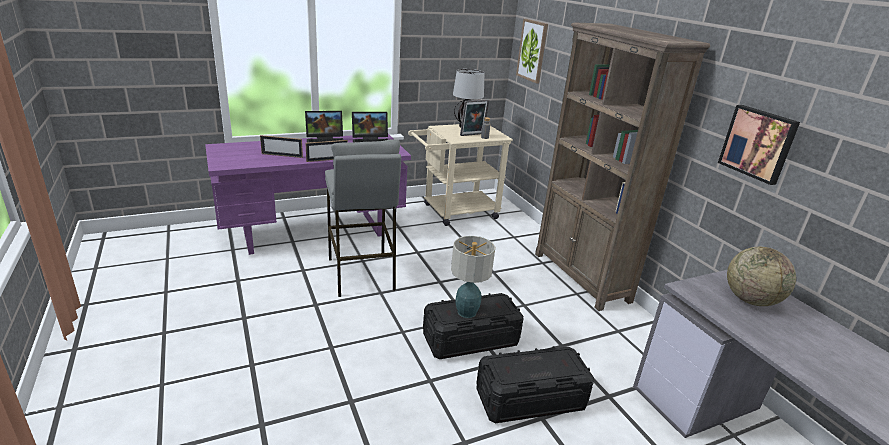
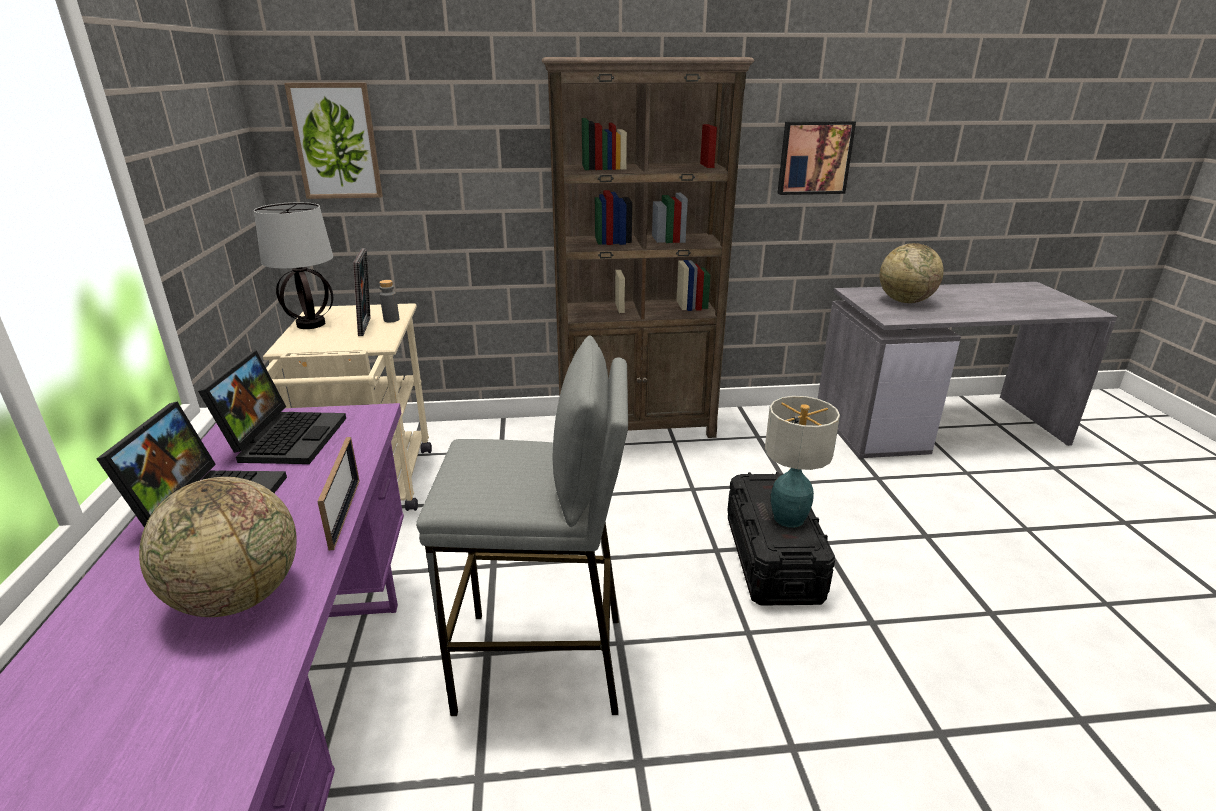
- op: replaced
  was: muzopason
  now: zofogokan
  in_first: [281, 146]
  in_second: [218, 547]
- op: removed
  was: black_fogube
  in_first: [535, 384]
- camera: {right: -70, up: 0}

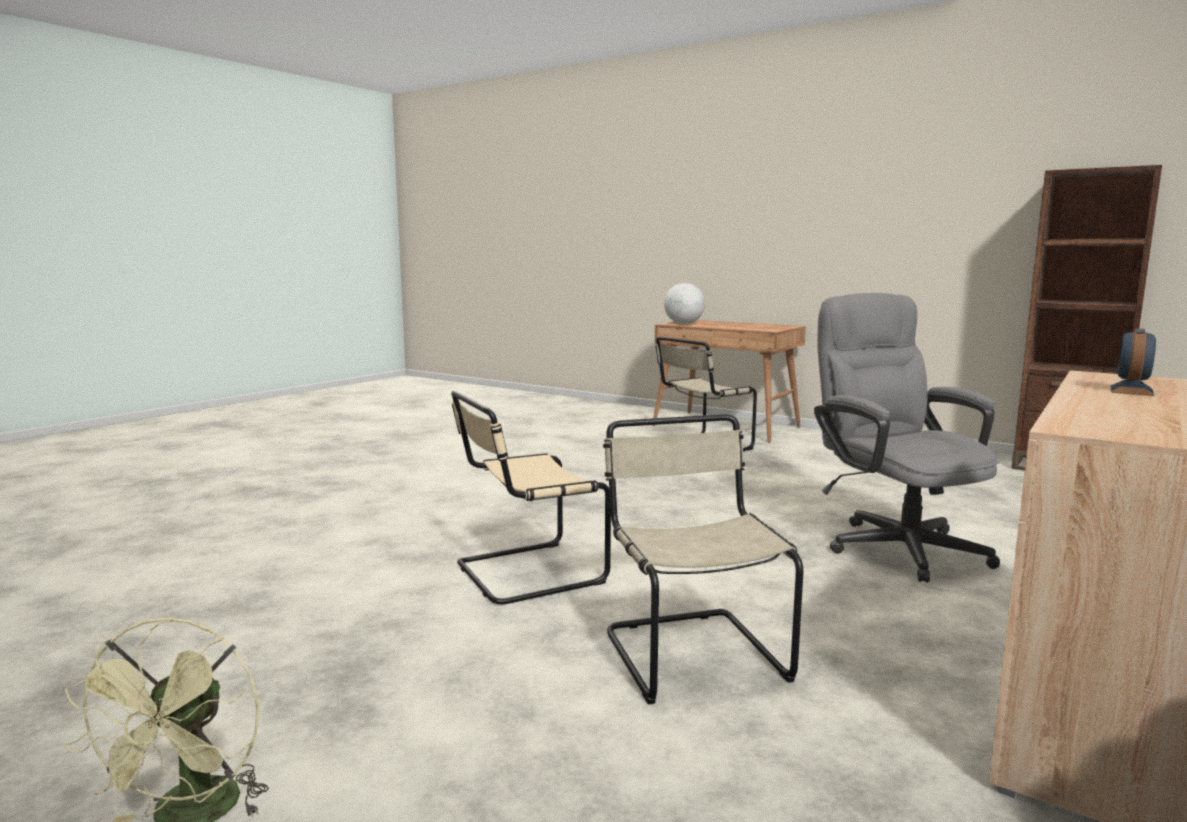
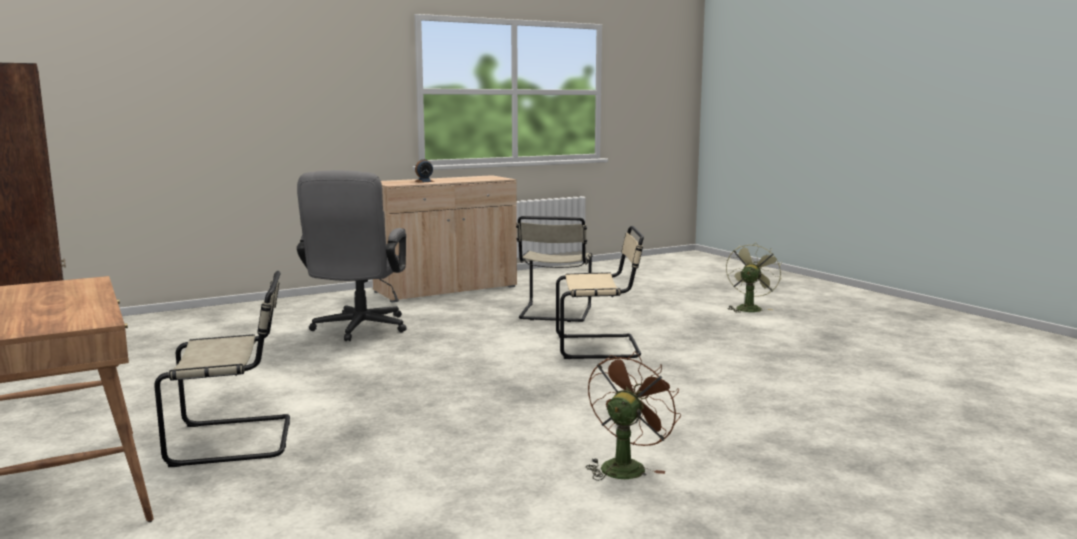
- op: removed
  was: zofogokan
  in_first: [684, 303]
- op: added
  now: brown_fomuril
  in_second: [633, 416]
- camera: {right: -155, up: 0}

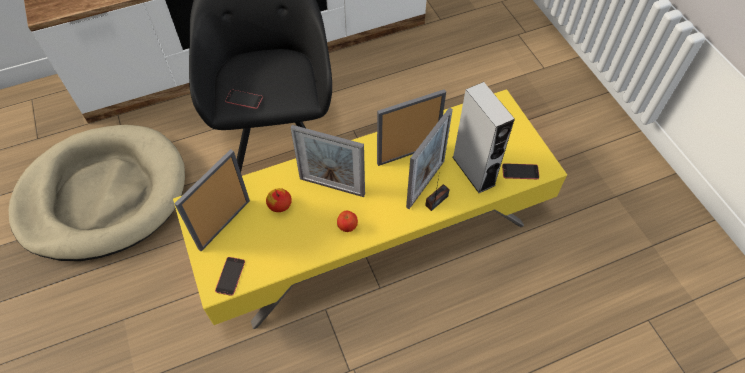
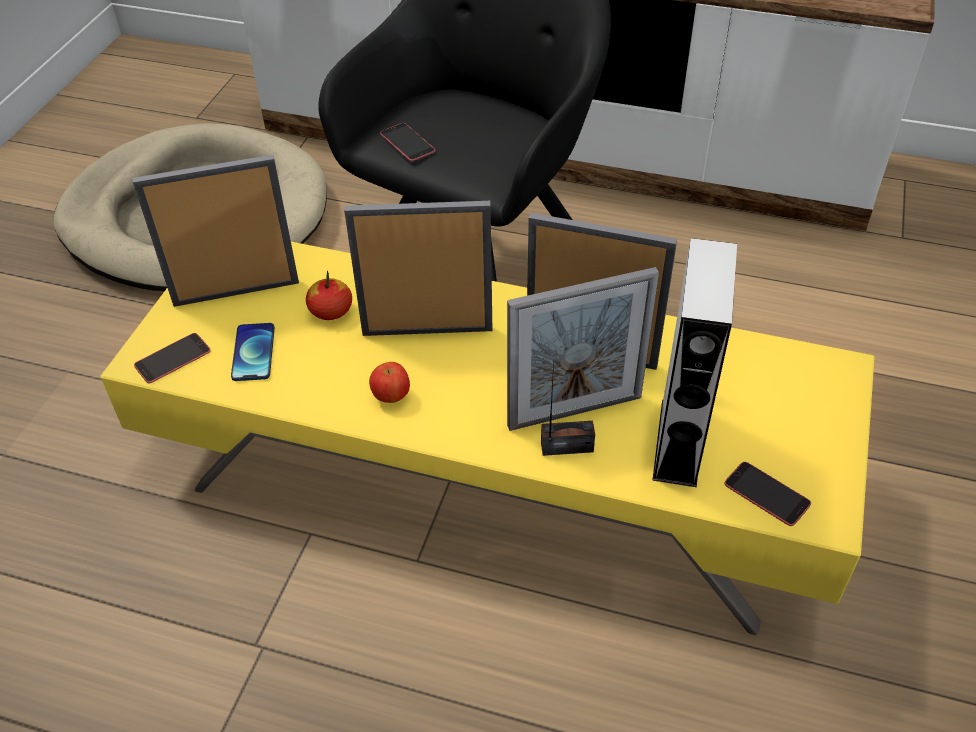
- op: turned
  was: muzopason
  in_first: [328, 161]
  in_second: [418, 268]
  clockwise: 120
- op: added
  now: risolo
  in_second: [253, 352]
- camera: {right: 40, up: -10}

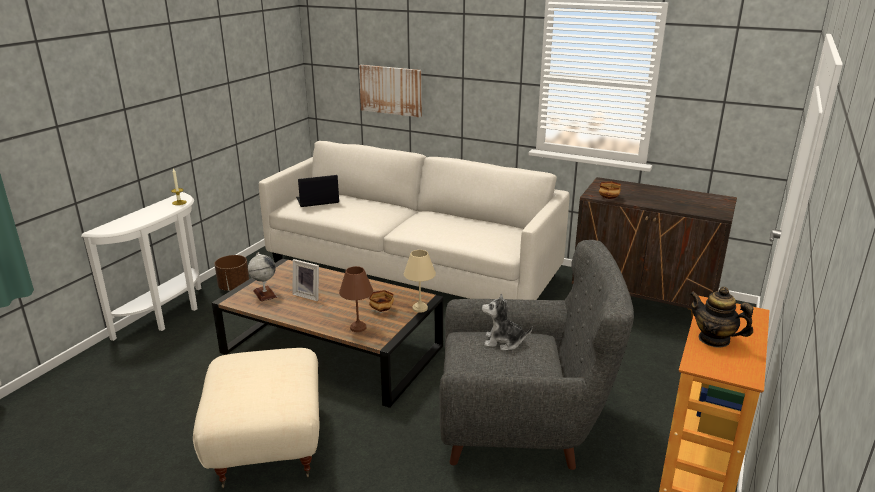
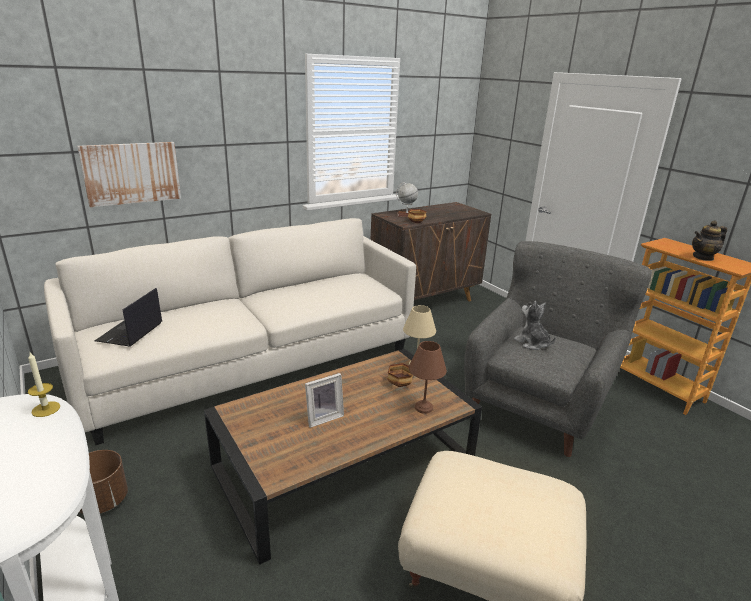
- op: moved
  was: zofogokan
  in_first: [262, 276]
  in_second: [407, 199]
- op: turned
  was: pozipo
  in_first: [507, 322]
  in_second: [535, 325]
  clockwise: 105
- camera: {right: -60, up: 0}

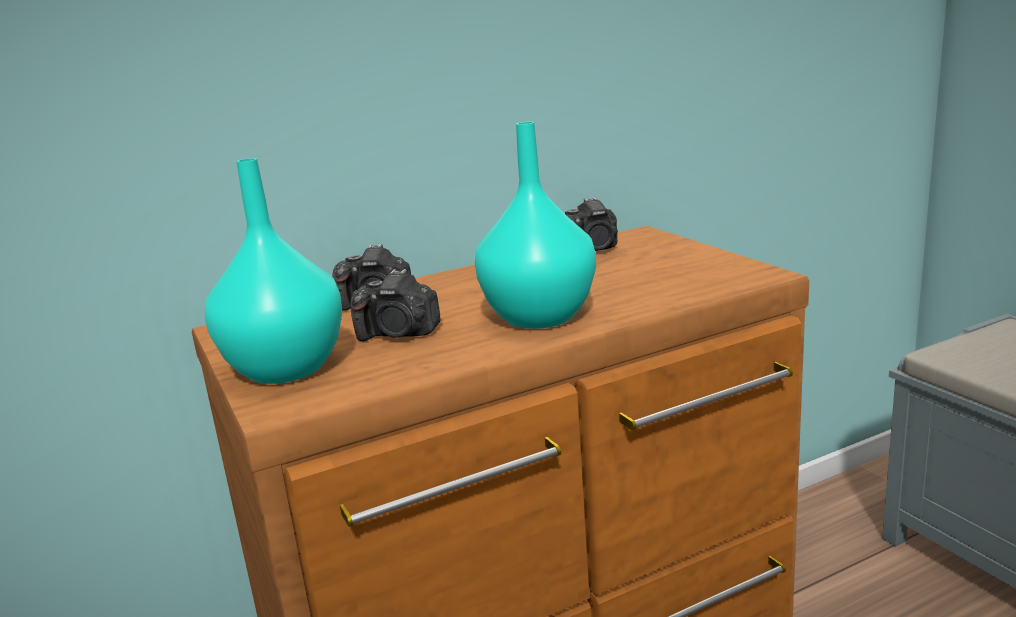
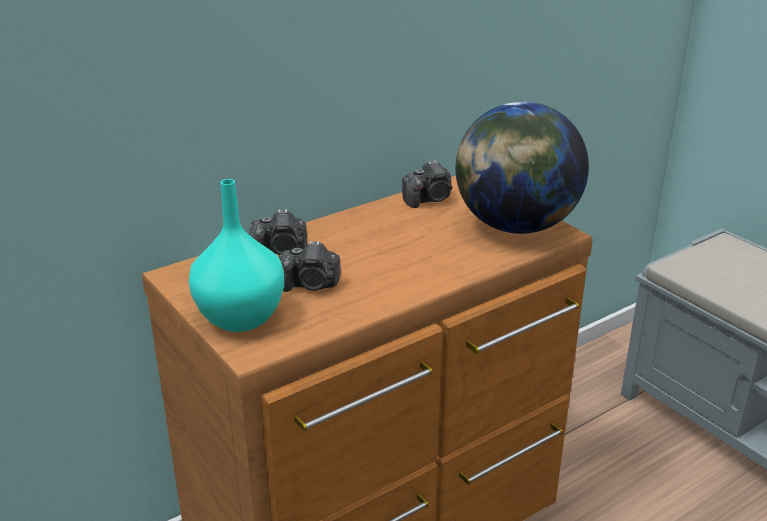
- op: removed
  was: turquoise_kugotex
  in_first: [535, 225]
- op: added
  now: zofogokan
  in_second: [522, 168]
- camera: {right: -10, up: 10}

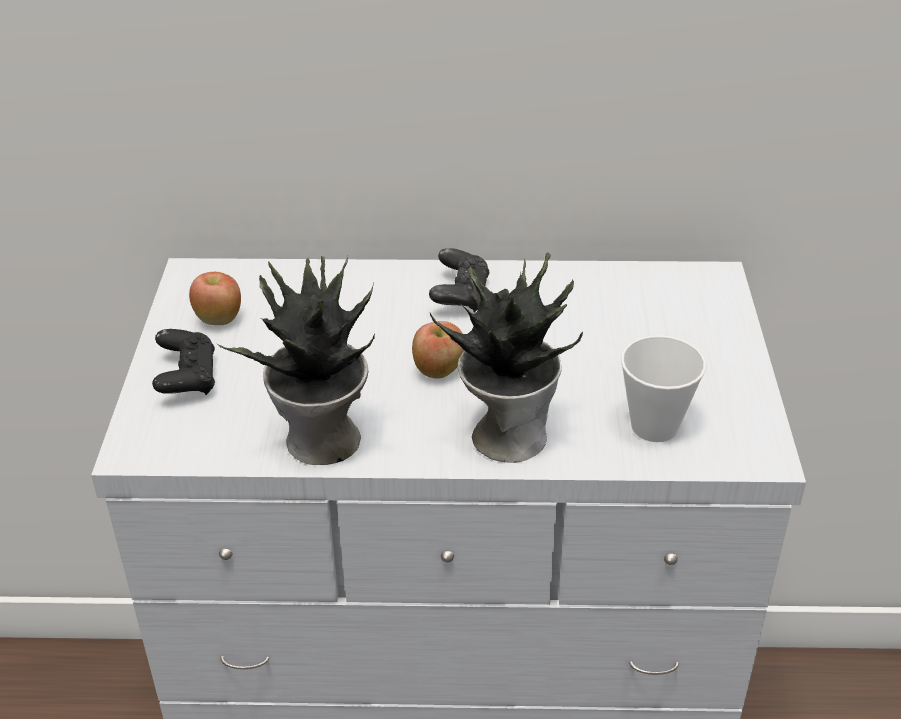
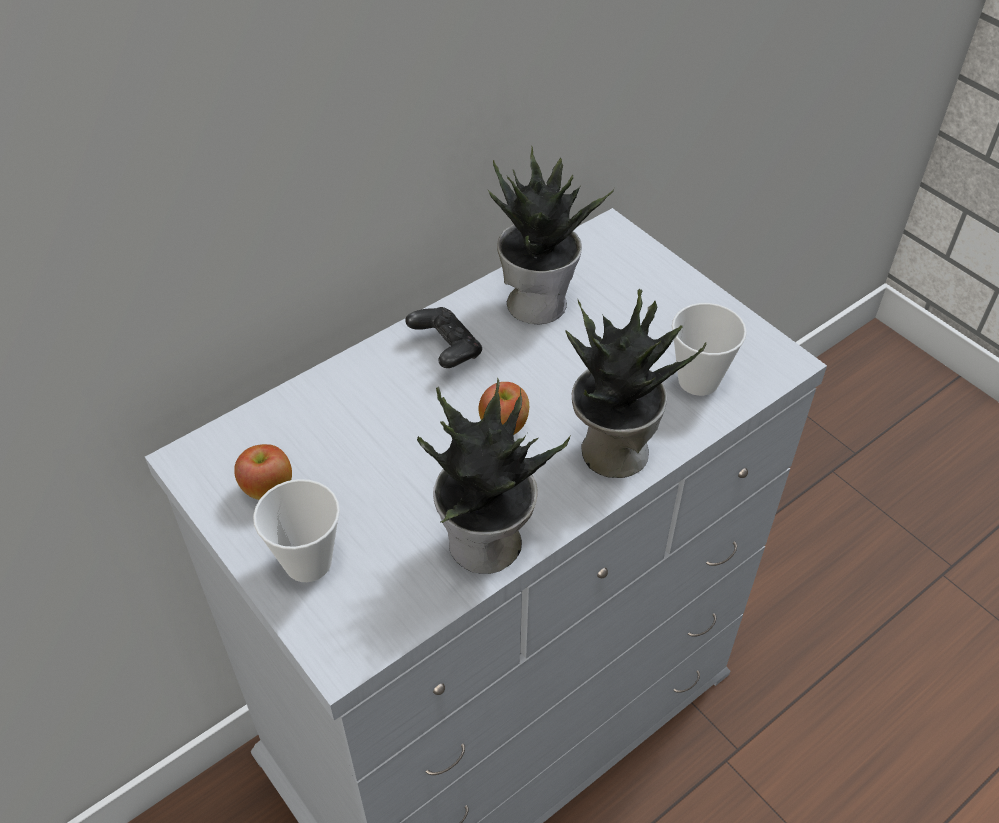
- op: replaced
  was: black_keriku
  now: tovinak
  in_first: [183, 362]
  in_second: [296, 530]
- op: added
  now: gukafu
  in_second: [551, 234]
- camera: {right: -40, up: 10}

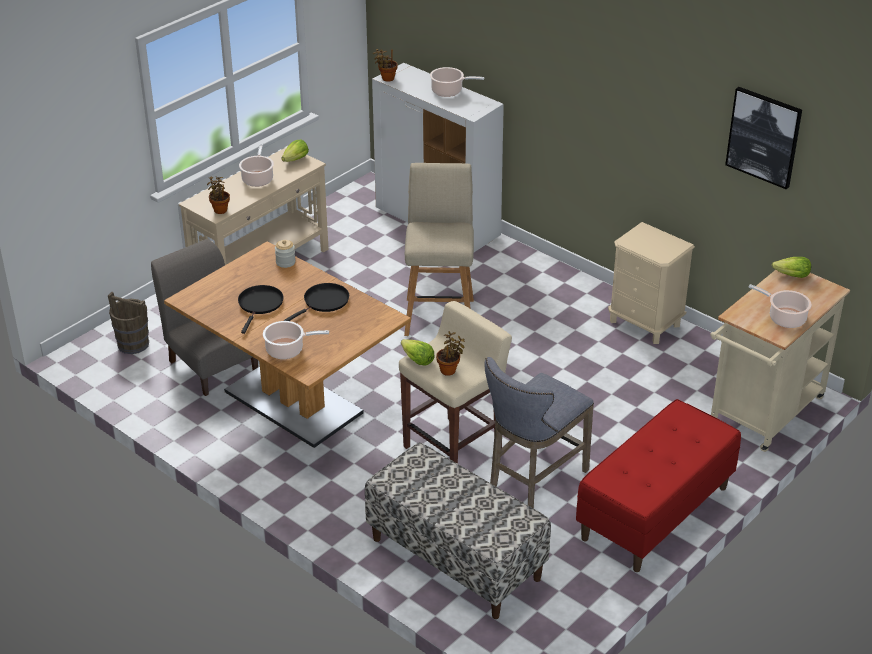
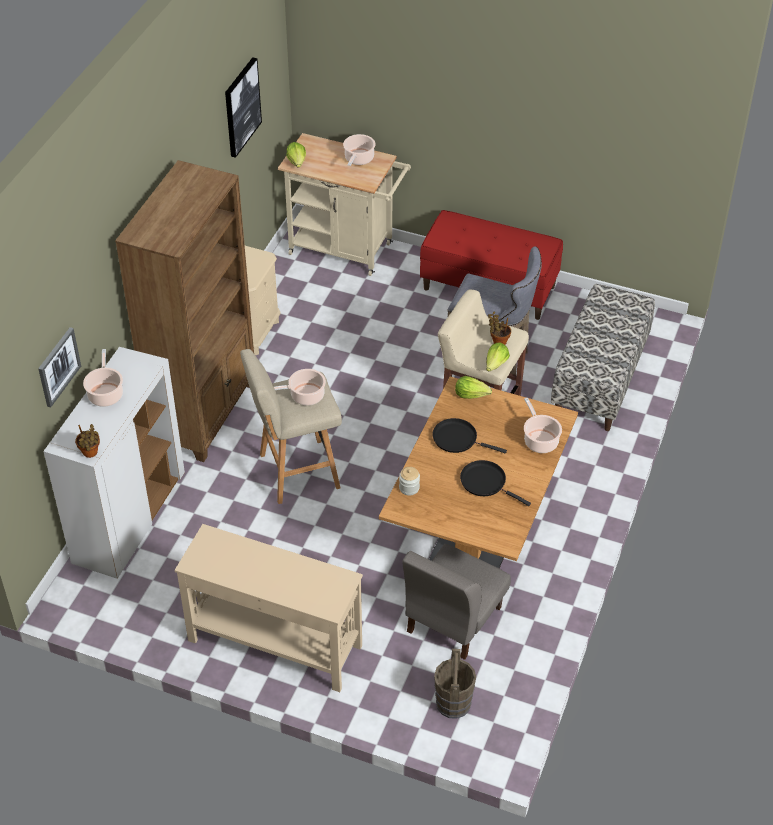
- op: removed
  was: gukafu
  in_first: [218, 195]
- op: turned
  was: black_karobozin
  in_first: [261, 309]
  in_second: [495, 483]
  clockwise: 45
- op: moved
  was: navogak
  in_first: [256, 165]
  in_second: [300, 387]
- op: moved
  was: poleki
  in_first: [295, 150]
  in_second: [473, 387]
- op: added
  now: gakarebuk
  in_second: [59, 367]
- op: added
  now: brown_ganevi
  in_second: [184, 311]
- camera: {right: -110, up: 10}

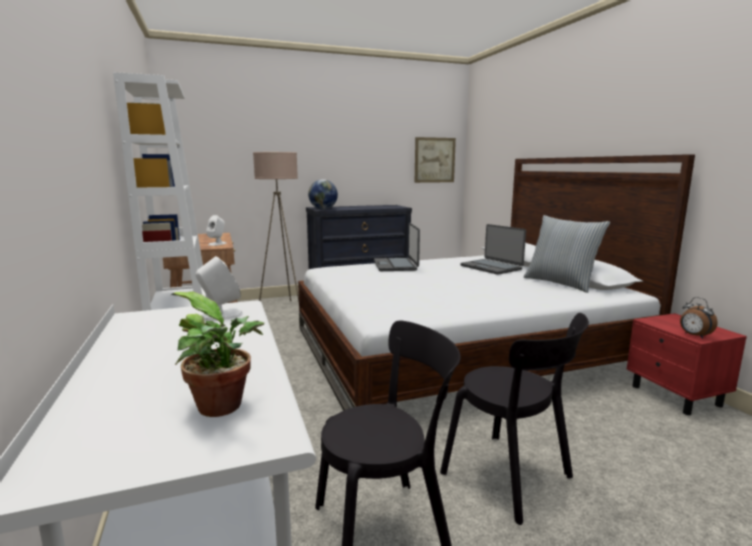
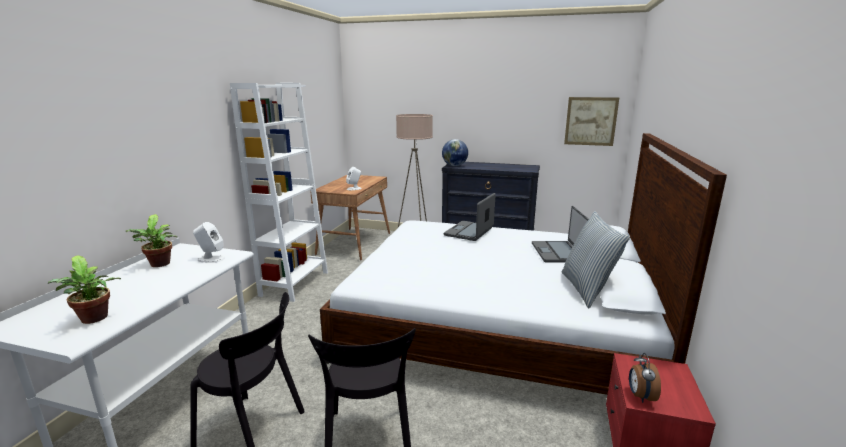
- op: added
  now: gukafu
  in_second: [151, 240]
- camera: {right: 35, up: 5}

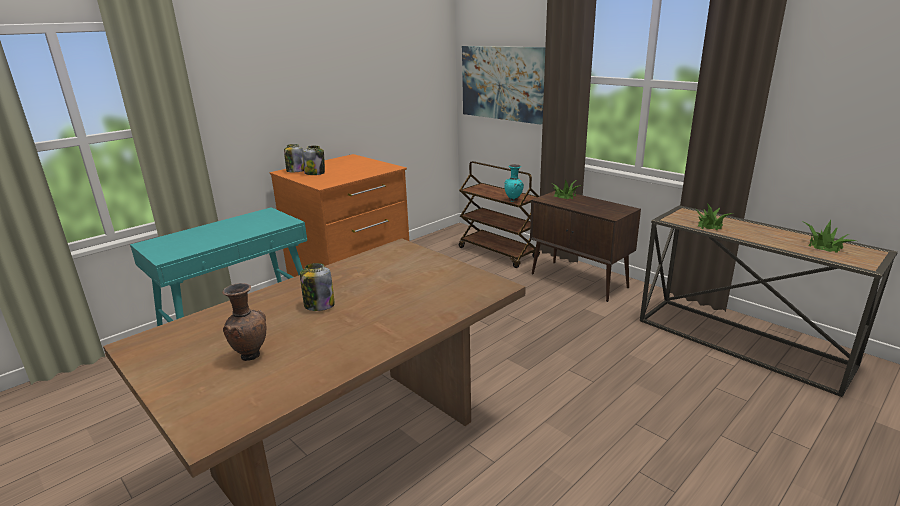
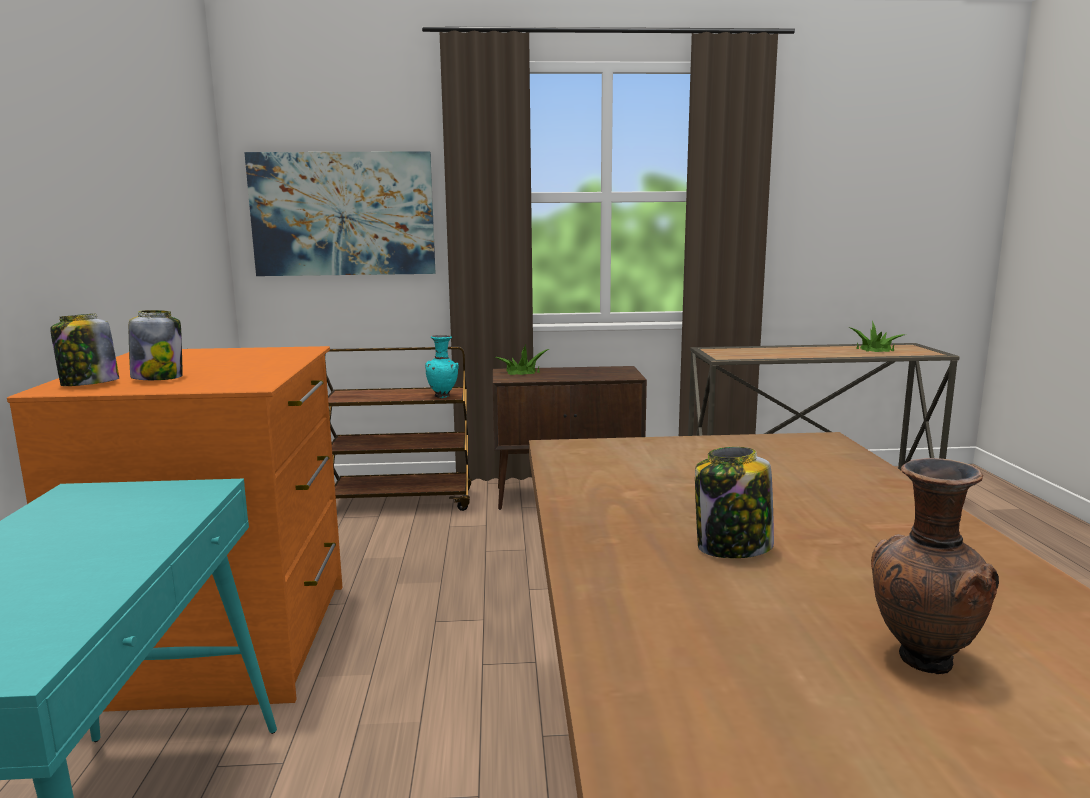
- op: removed
  was: gukafu
  in_first: [715, 216]
- camera: {right: -50, up: -10}

